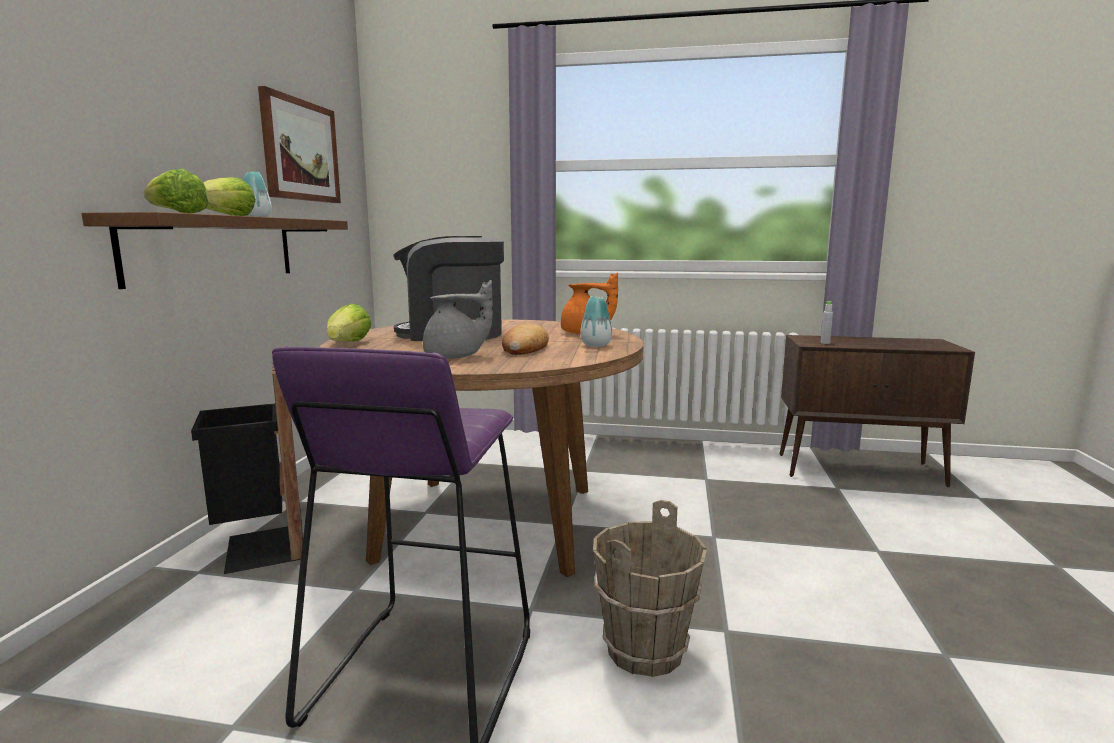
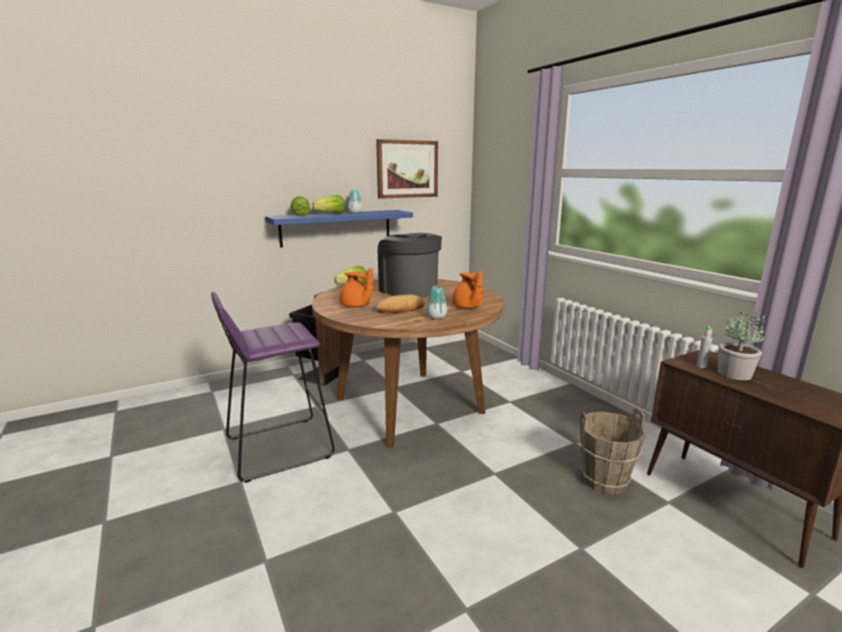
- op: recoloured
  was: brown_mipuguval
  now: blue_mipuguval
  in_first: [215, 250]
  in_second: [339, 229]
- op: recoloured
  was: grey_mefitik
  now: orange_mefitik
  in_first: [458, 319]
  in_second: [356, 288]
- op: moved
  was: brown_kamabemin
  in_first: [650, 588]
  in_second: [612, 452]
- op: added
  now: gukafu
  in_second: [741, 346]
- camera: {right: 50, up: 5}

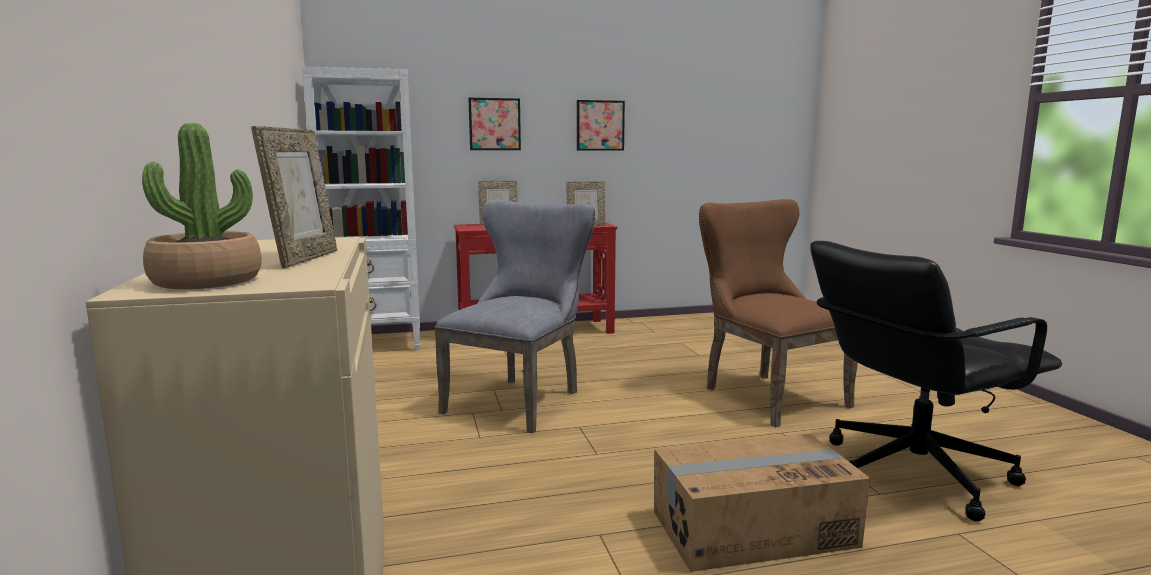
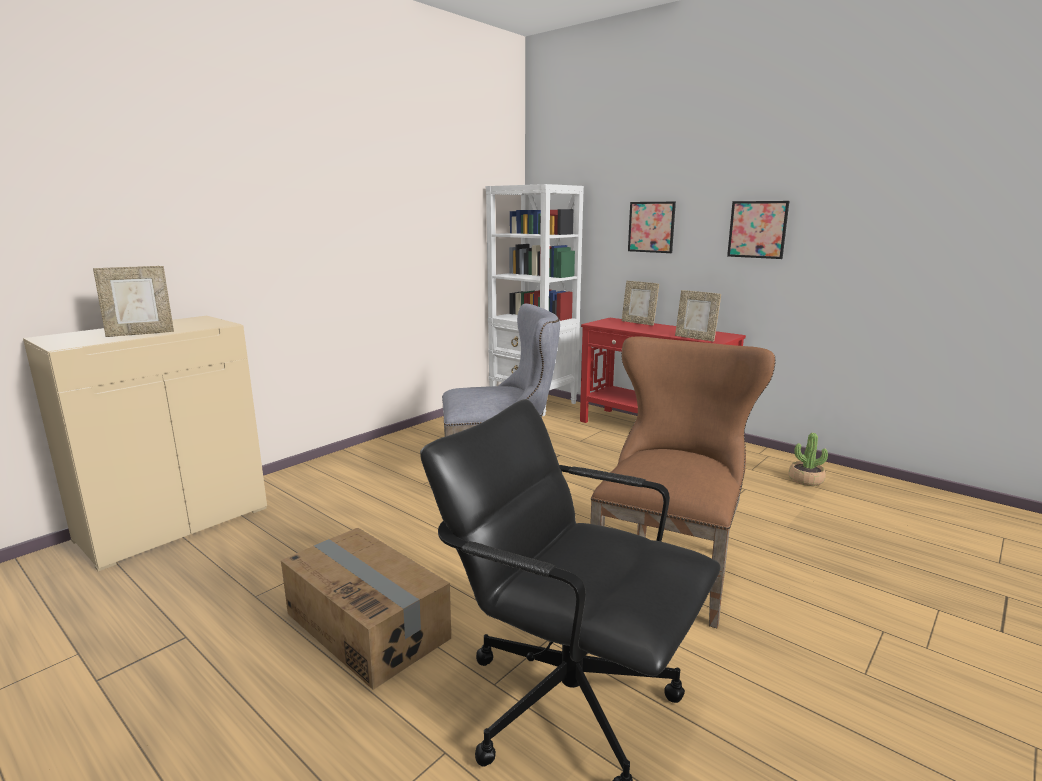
- op: moved
  was: gukafu
  in_first: [202, 206]
  in_second: [808, 459]
- camera: {right: 55, up: 5}

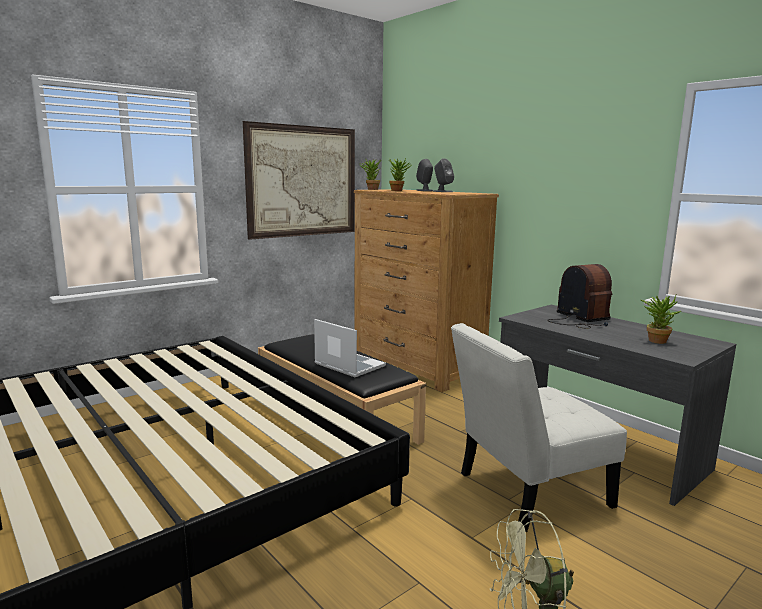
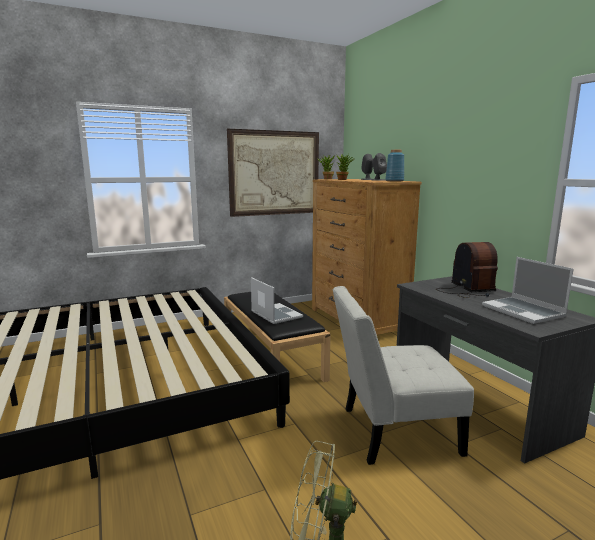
- op: replaced
  was: gukafu
  now: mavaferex
  in_first: [661, 319]
  in_second: [528, 290]
- op: added
  now: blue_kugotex
  in_second: [394, 165]
- camera: {right: 15, up: 0}

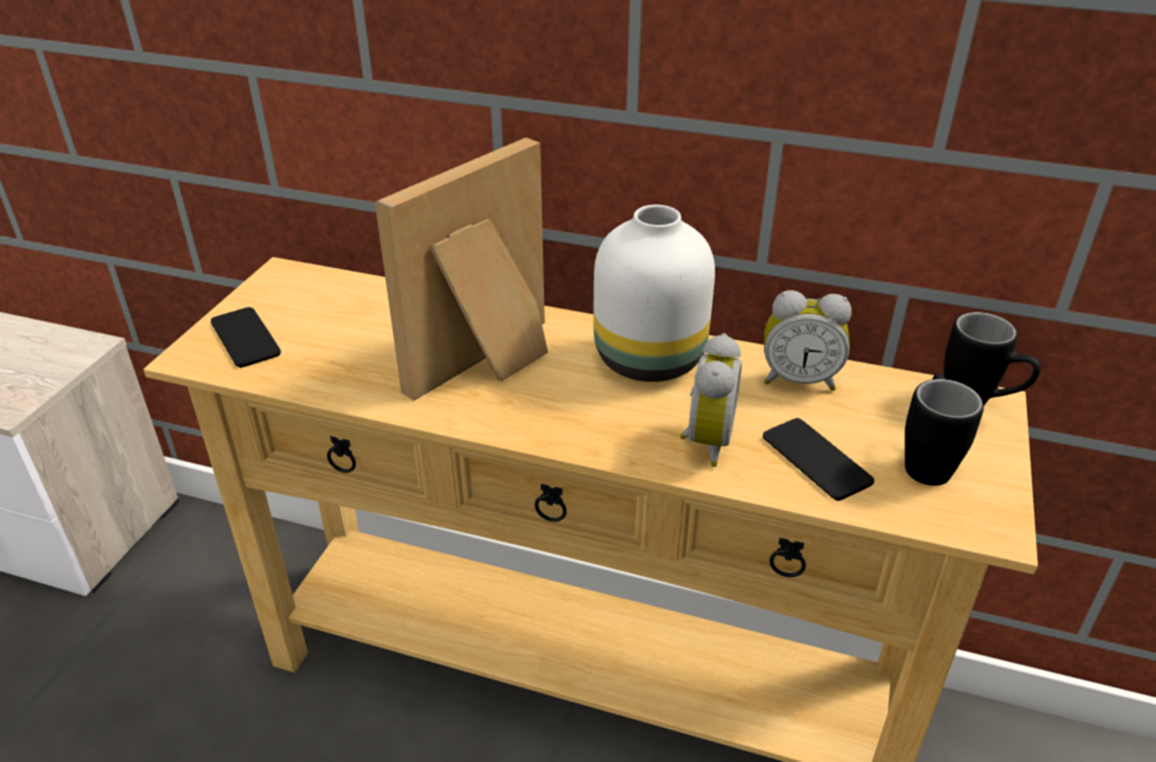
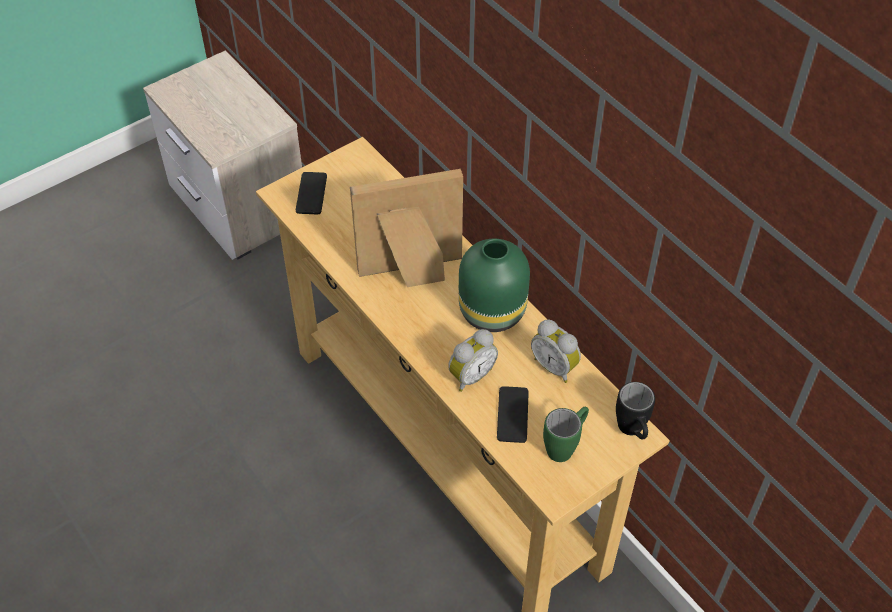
- op: recoloured
  was: white_kugotex
  now: green_kugotex
  in_first: [654, 293]
  in_second: [494, 285]
- op: recoloured
  was: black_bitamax
  now: green_bitamax
  in_first: [944, 429]
  in_second: [566, 434]
- camera: {right: 35, up: 15}

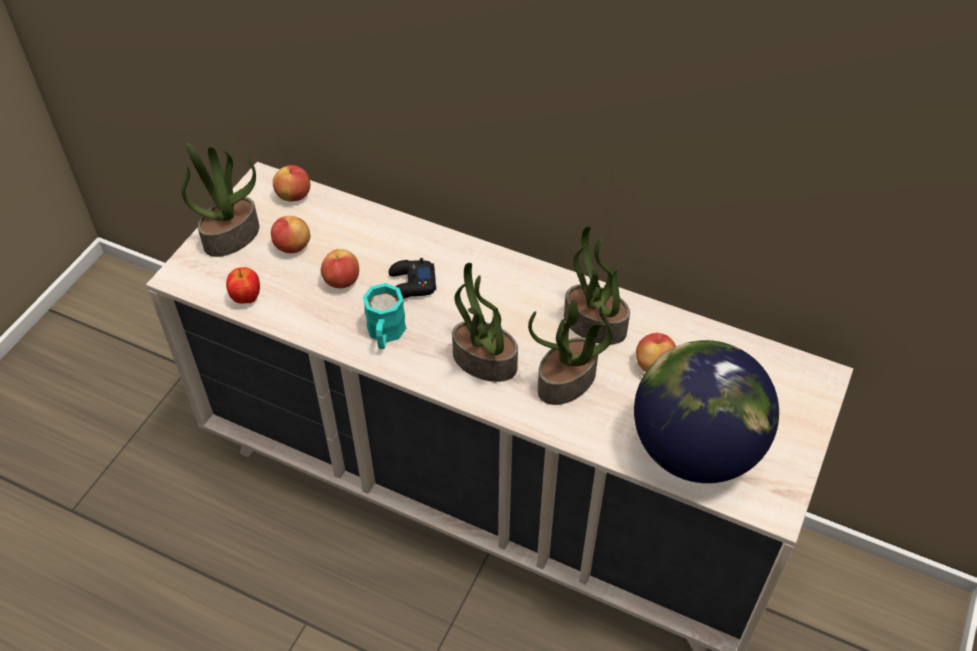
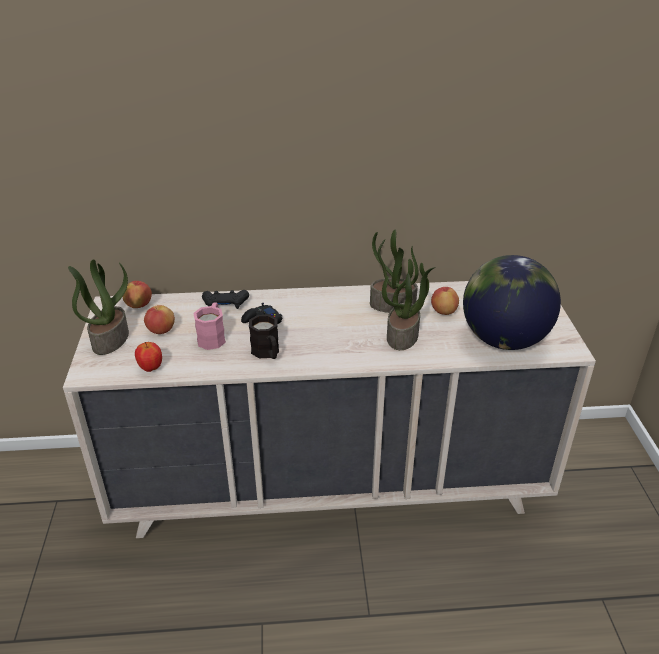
- op: replaced
  was: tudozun
  now: pink_bitamax
  in_first: [340, 268]
  in_second: [209, 326]
- op: recoloured
  was: turquoise_bitamax
  now: black_bitamax
  in_first: [384, 316]
  in_second: [264, 336]
- op: removed
  was: gukafu
  in_first: [485, 322]
- op: added
  now: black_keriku
  in_second: [225, 299]
- camera: {right: -30, up: -15}

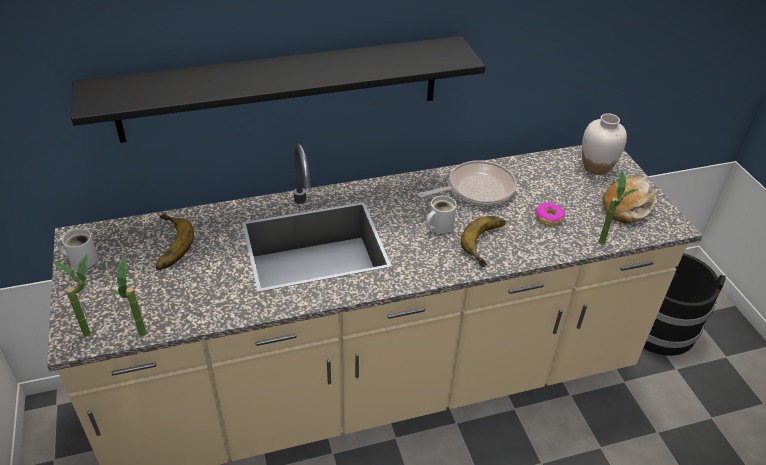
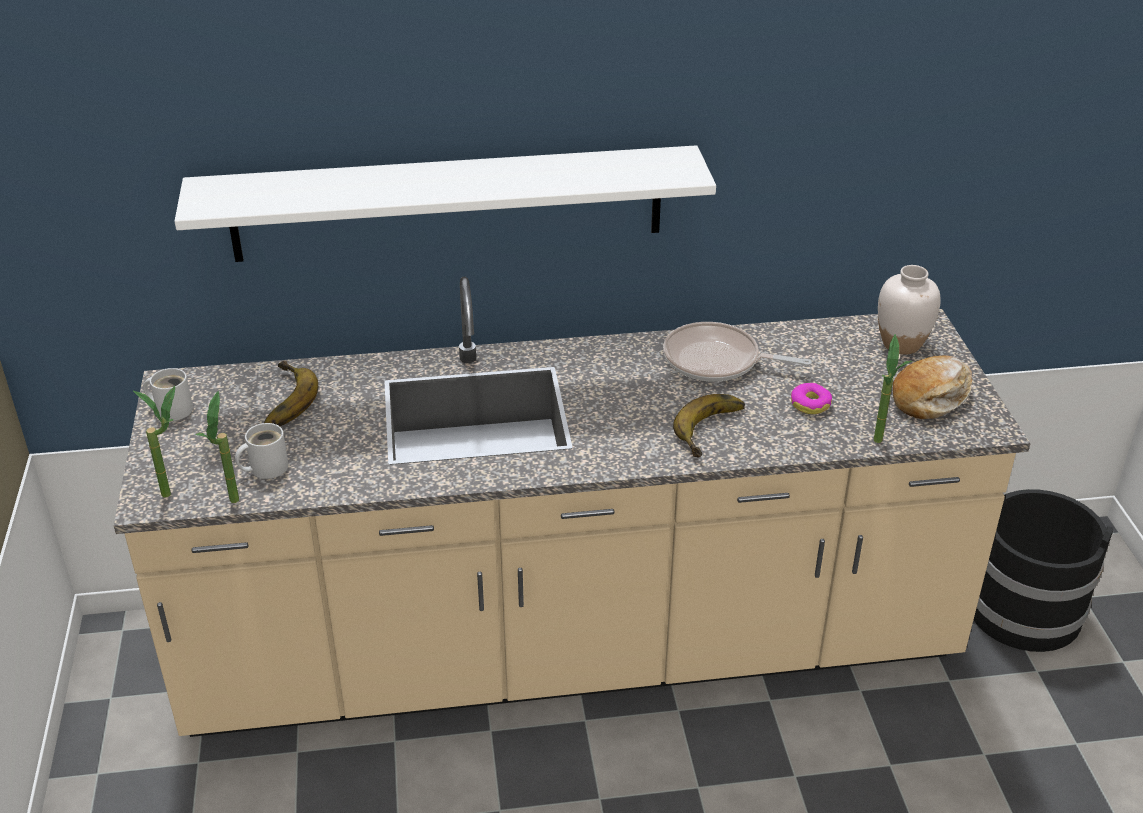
- op: recoloured
  was: black_mipuguval
  now: white_mipuguval
  in_first: [278, 89]
  in_second: [445, 203]
- op: turned
  was: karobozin
  in_first: [467, 183]
  in_second: [737, 352]
  clockwise: -150
- op: moved
  was: white_bitamax
  in_first: [441, 214]
  in_second: [261, 451]
- camera: {right: 10, up: -5}

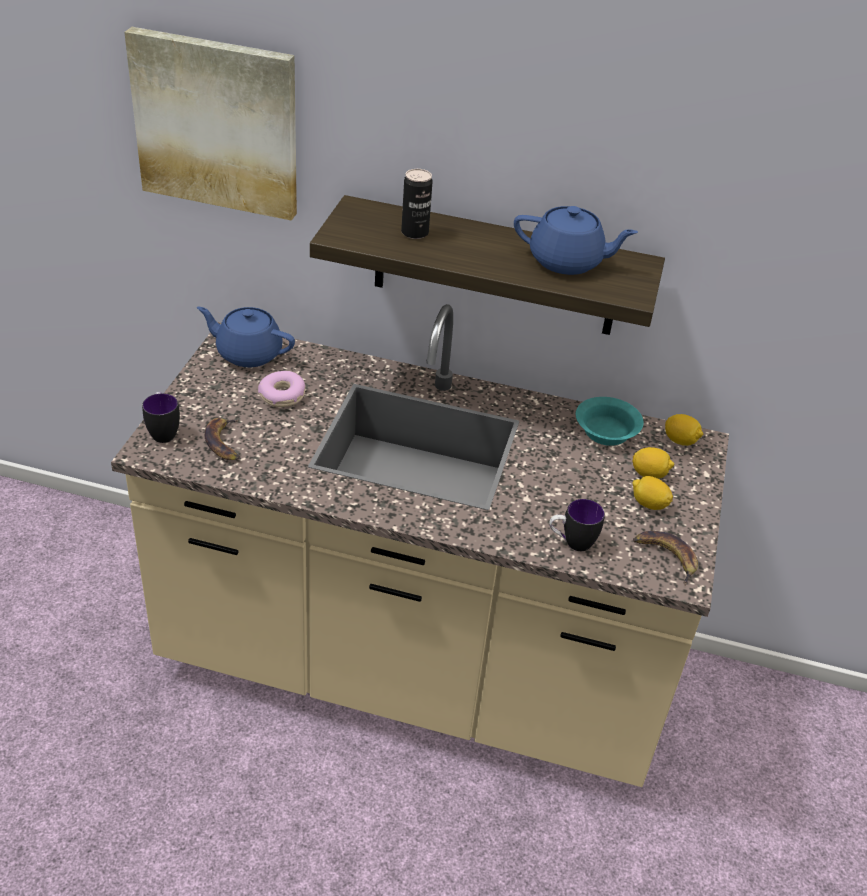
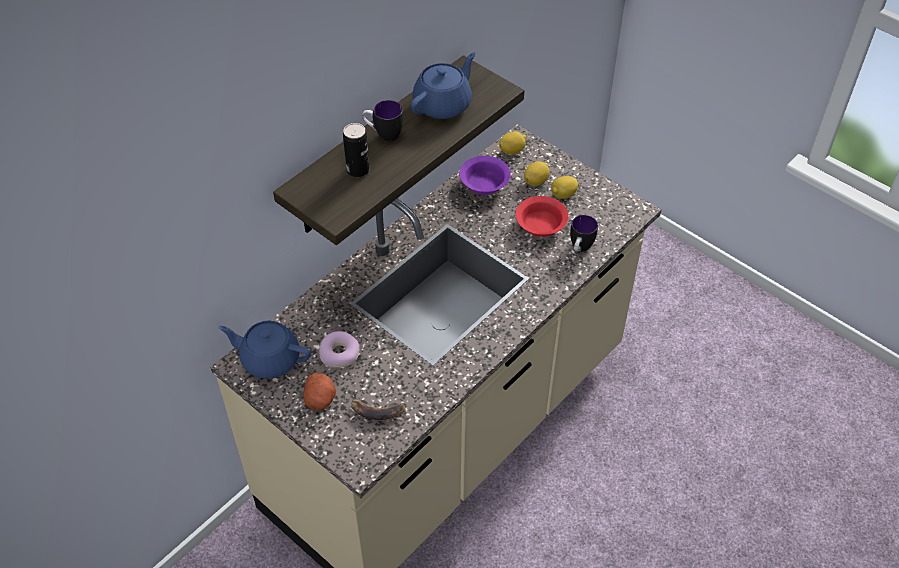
- op: removed
  was: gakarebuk
  in_first: [210, 124]
- op: moved
  was: bitamax
  in_first: [161, 417]
  in_second: [382, 121]
- op: turned
  was: blue_mefitik
  in_first: [246, 337]
  in_second: [264, 350]
  clockwise: 60
- op: recoloured
  was: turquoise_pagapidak
  now: purple_pagapidak
  in_first: [610, 421]
  in_second: [485, 175]
- op: removed
  was: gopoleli
  in_first: [665, 558]
- op: added
  now: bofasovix
  in_second: [319, 391]
- op: added
  now: red_pagapidak
  in_second: [542, 216]
- camera: {right: -60, up: 10}

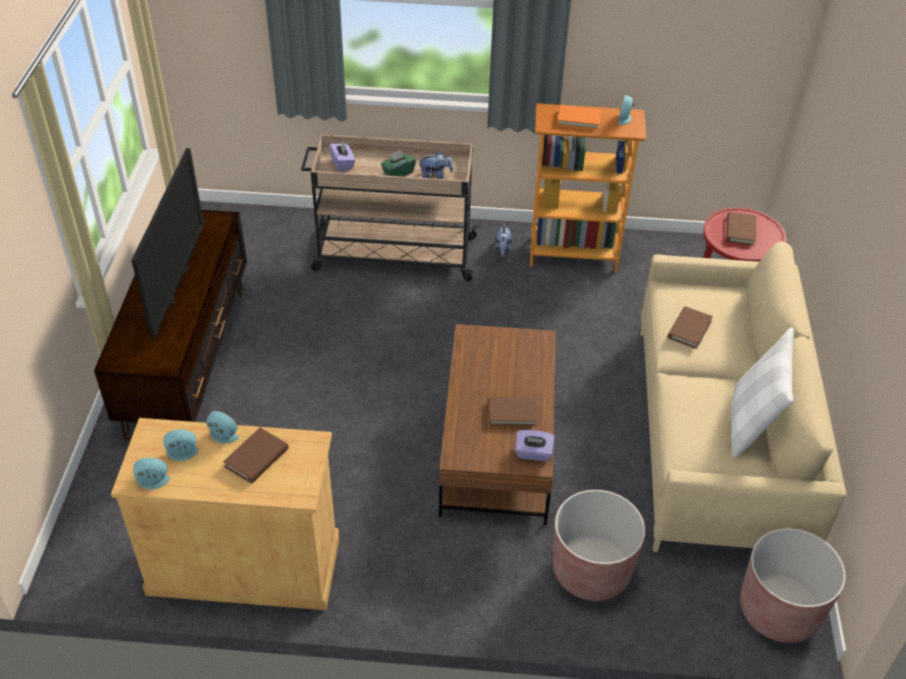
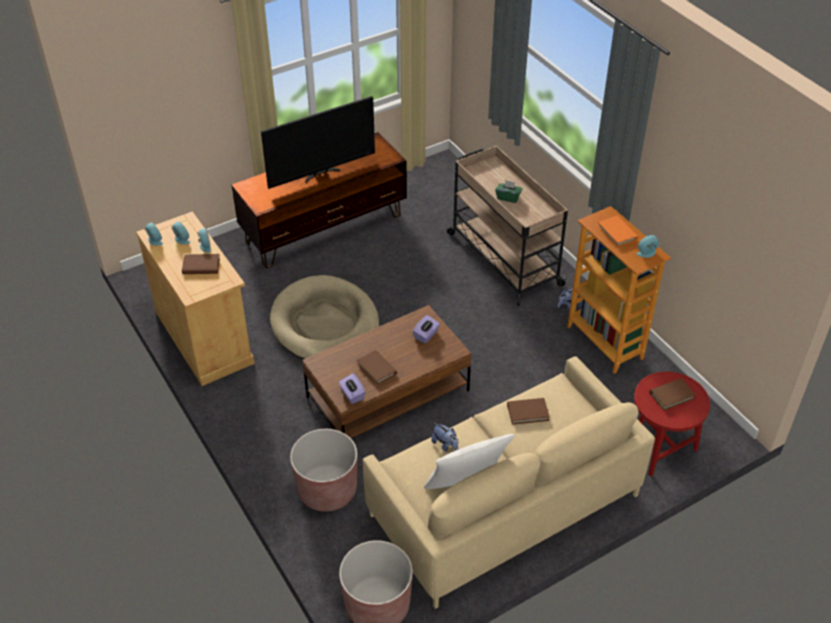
- op: moved
  was: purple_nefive
  in_first: [342, 156]
  in_second: [426, 329]
- op: moved
  was: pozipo
  in_first: [435, 165]
  in_second: [444, 437]
- op: added
  now: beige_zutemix
  in_second: [325, 317]
- camera: {right: 55, up: 0}

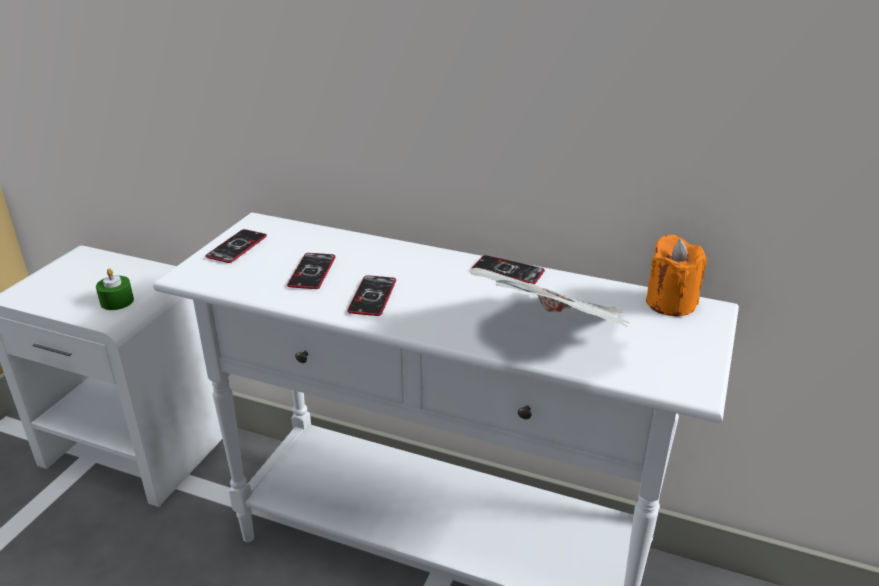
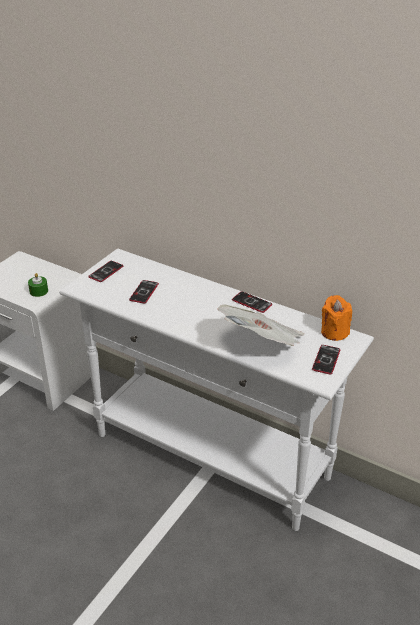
- op: moved
  was: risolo
  in_first: [371, 295]
  in_second: [326, 359]
- camera: {right: 10, up: 5}

